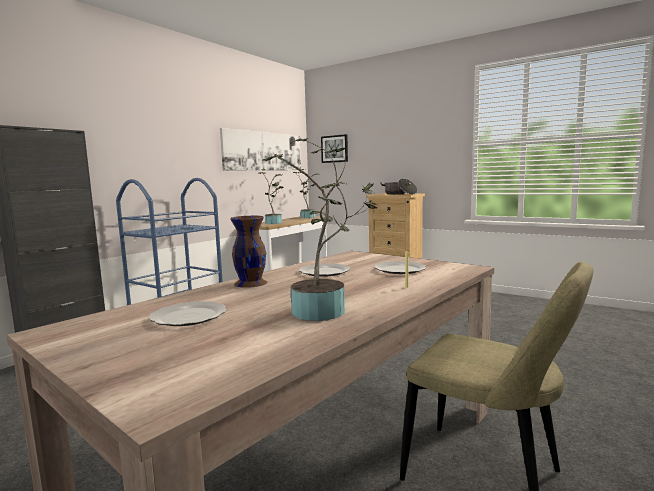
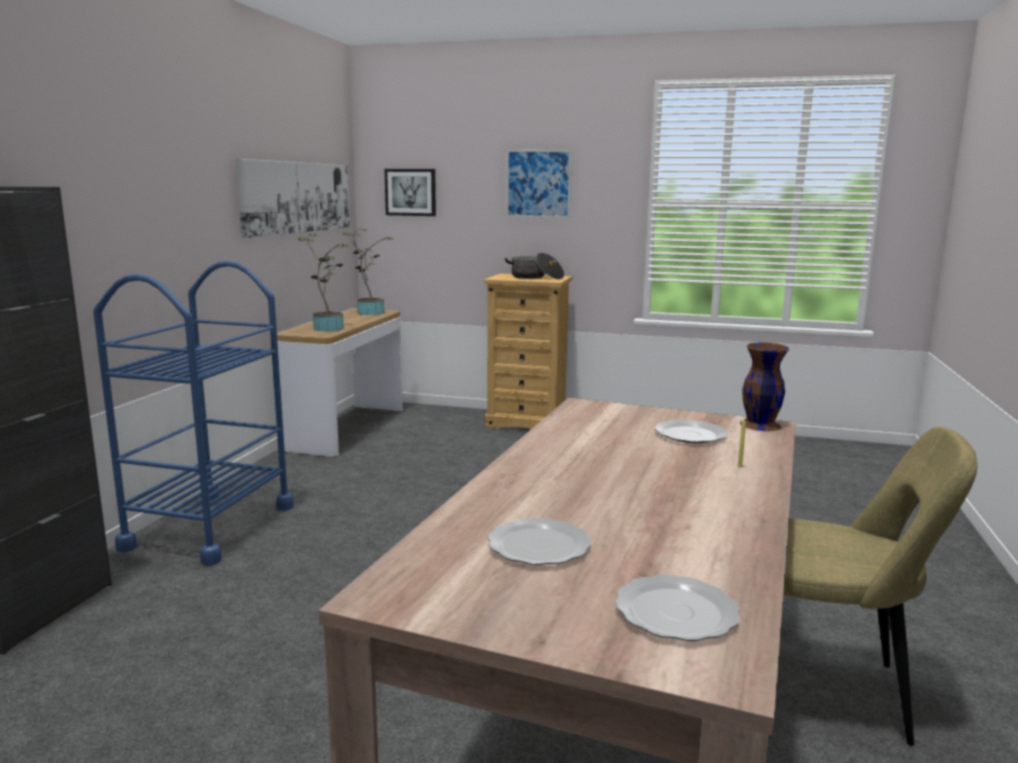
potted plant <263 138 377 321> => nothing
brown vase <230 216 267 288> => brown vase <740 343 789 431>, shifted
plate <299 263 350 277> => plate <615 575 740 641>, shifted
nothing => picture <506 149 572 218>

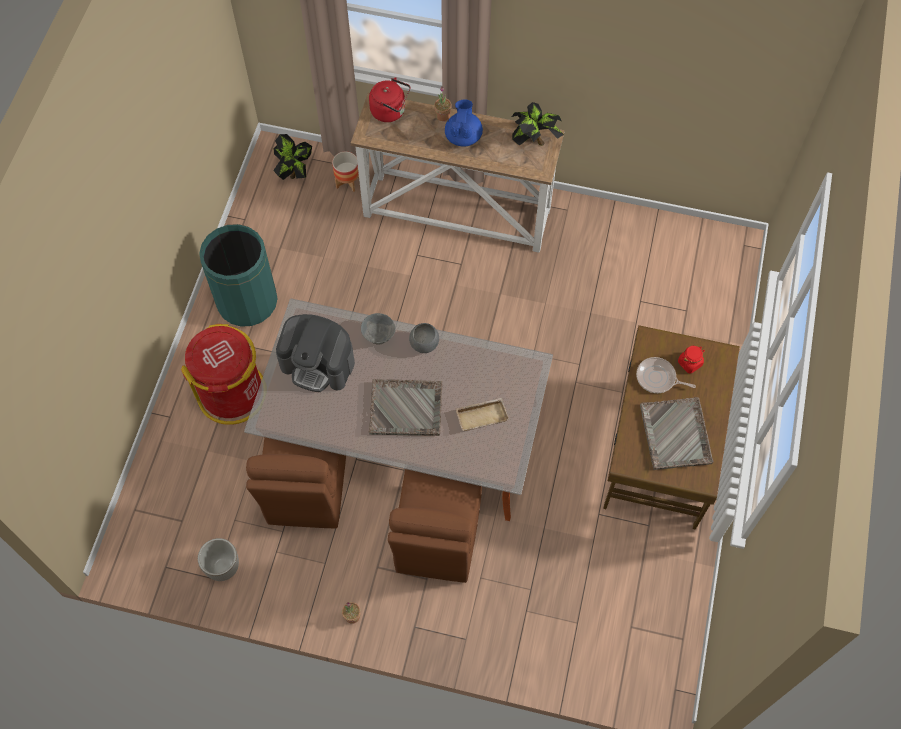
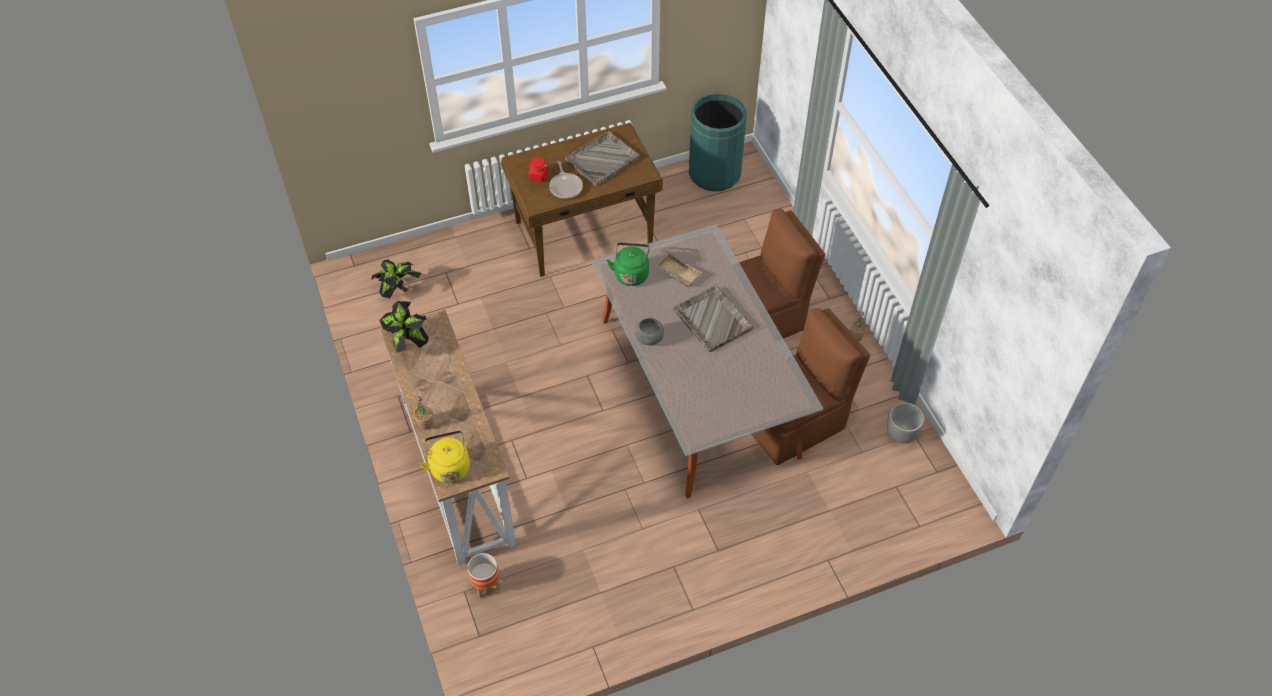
red kettle <369 77 411 122> => yellow kettle <419 431 470 483>
blue teapot <445 99 483 147> => nothing
potted plant <273 134 312 180> => potted plant <372 260 421 298>, shifted
green trash can <199 224 278 327> => green trash can <689 94 747 191>, shifted
grey bowl <361 313 396 345> => nothing
coffee machine <276 314 355 392> => nothing
red trash can <181 324 263 425> => nothing
nothing => green kettle <607 243 650 286>

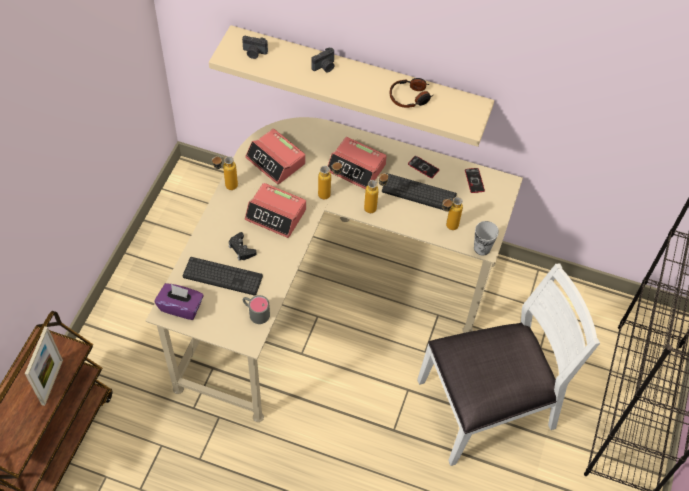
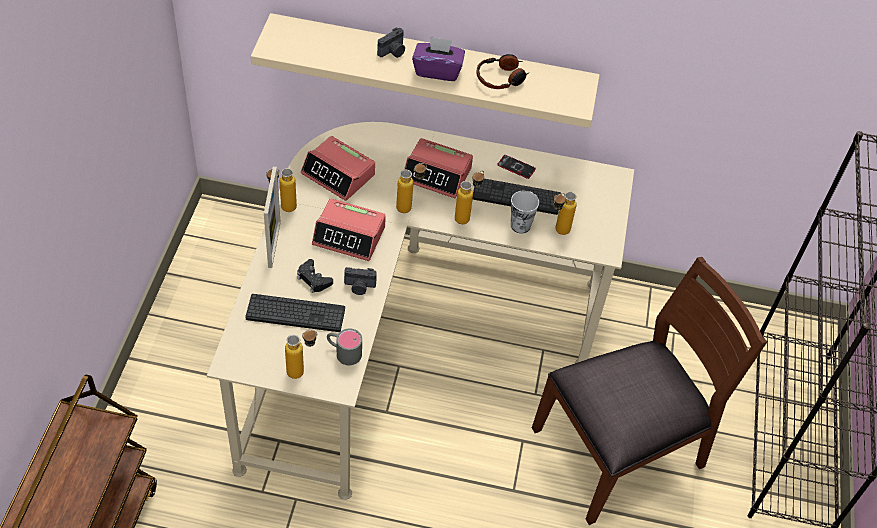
photo camera <242 36 268 59> => photo camera <344 267 377 295>, shifted
phone <465 168 485 193> => nothing
cup <474 221 499 255> => cup <511 191 539 234>, shifted
white chair <417 263 600 466> => brown chair <532 257 767 525>
purple tissue box <155 283 204 320> => purple tissue box <412 36 465 81>, shifted
picture frame <25 326 63 406> => picture frame <264 167 281 268>, shifted
nothing => bottle <285 330 317 379>

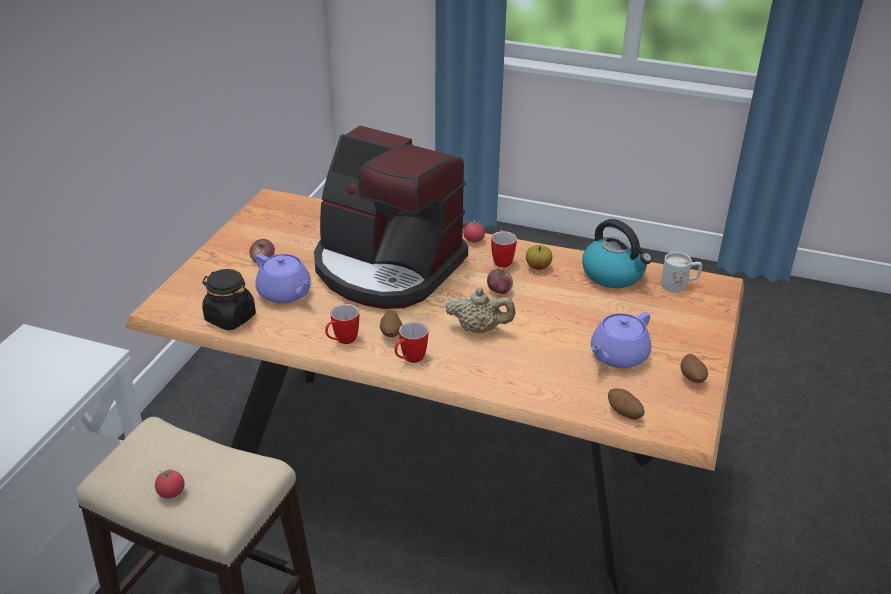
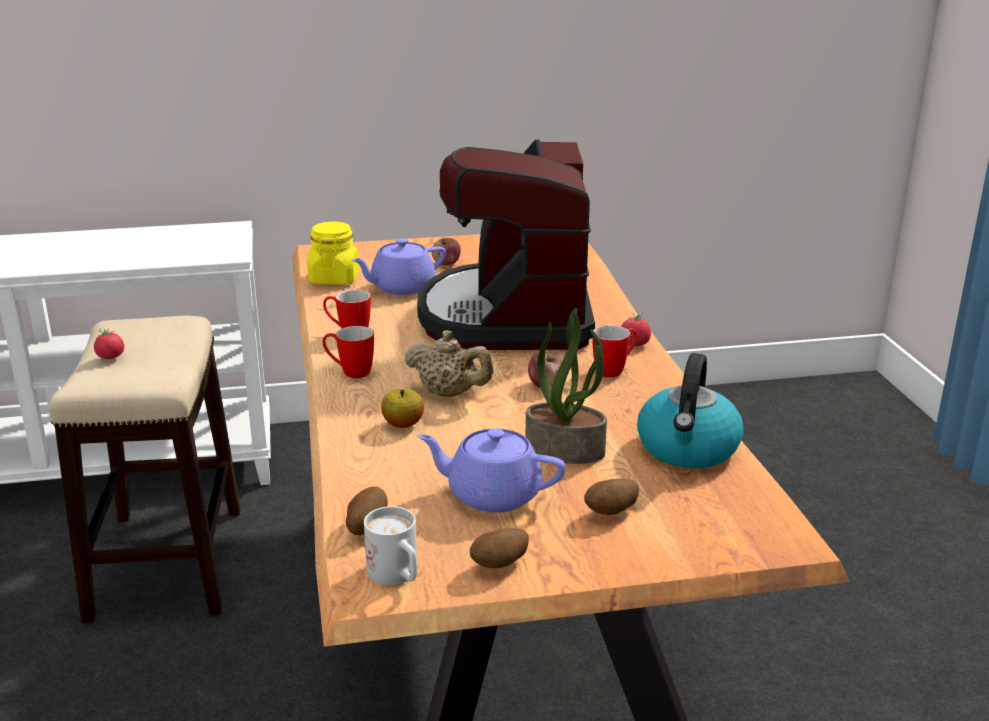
apple <526 245 552 270> => apple <381 389 424 428>, shifted
white mug <661 252 702 292> => white mug <364 506 417 585>, shifted
purple teapot <255 254 313 304> => purple teapot <352 238 446 295>, 45 degrees clockwise
black jar <202 269 256 330> => yellow jar <307 222 359 285>
beige teapot <445 288 516 333> => beige teapot <404 330 493 397>, 45 degrees counterclockwise
potato <380 310 402 337> => potato <584 479 639 515>, shifted
nothing => potted plant <525 308 607 464>

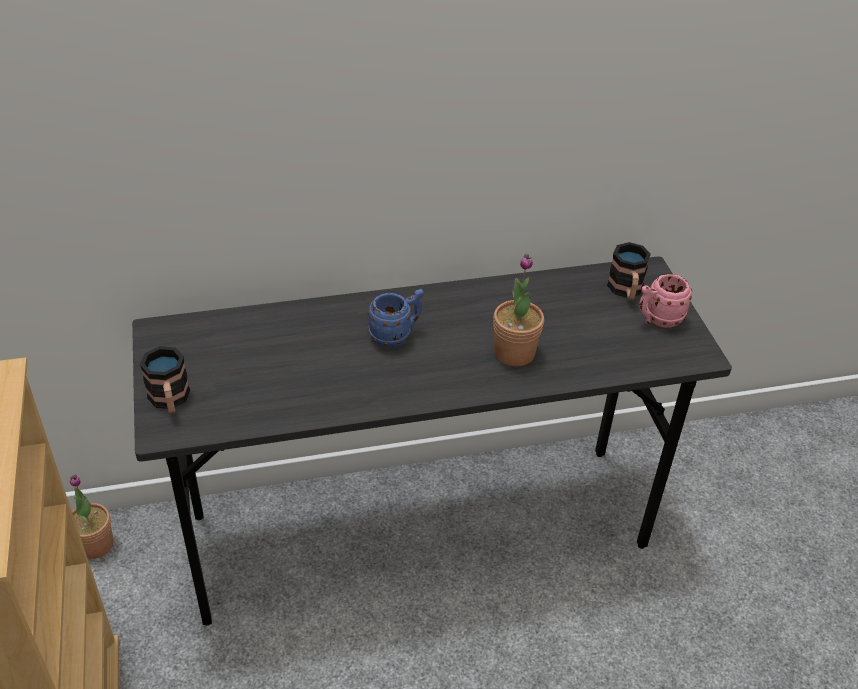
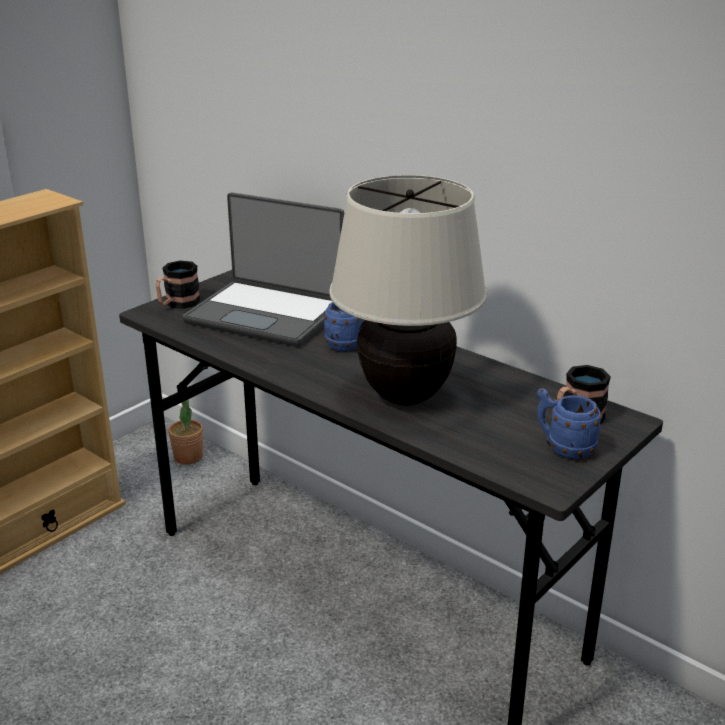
potted plant <493 254 544 367> => beige table lamp <329 175 487 406>
pink mug <639 274 692 328> => blue mug <537 388 603 459>
nothing => laptop <183 192 344 347>

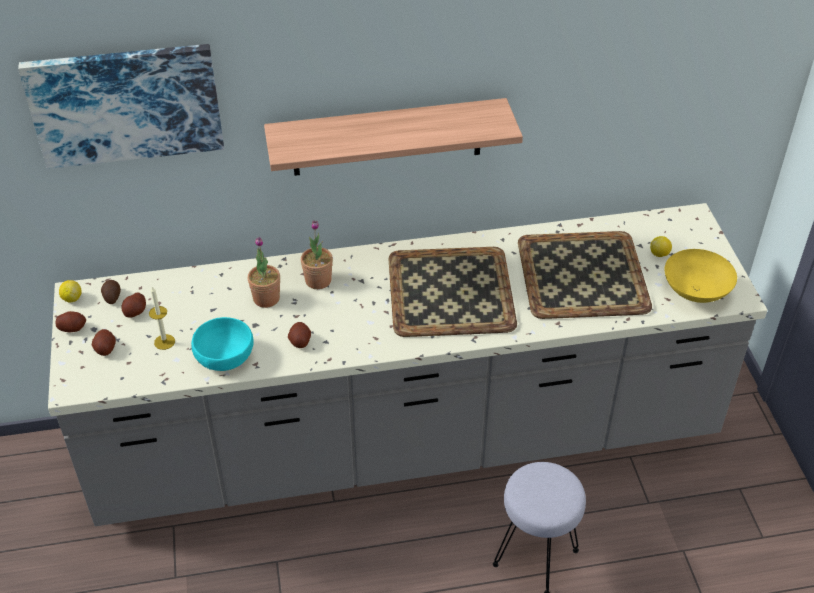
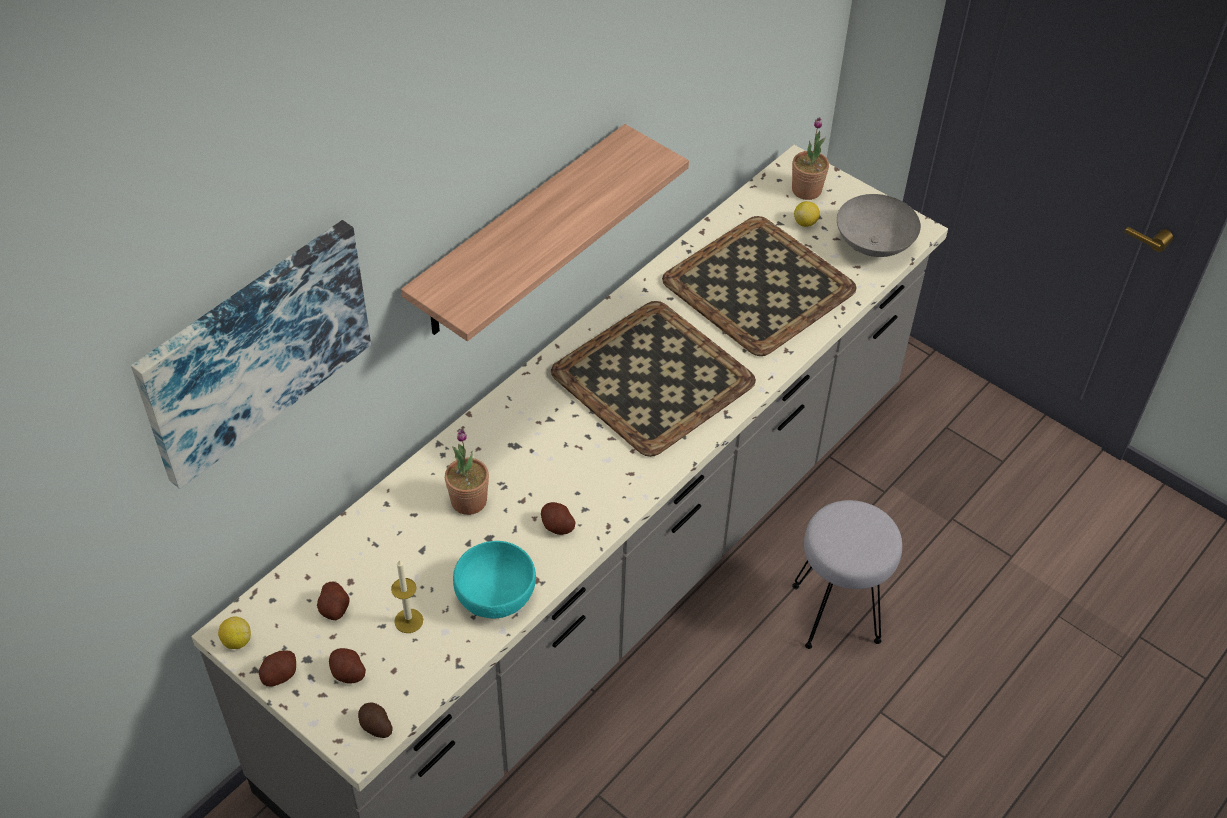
potted plant <301 220 333 289> => potted plant <792 117 829 200>, shifted
yellow bowl <665 249 737 303> => grey bowl <837 194 921 257>
potato <101 280 121 304> => potato <358 703 393 738>, shifted

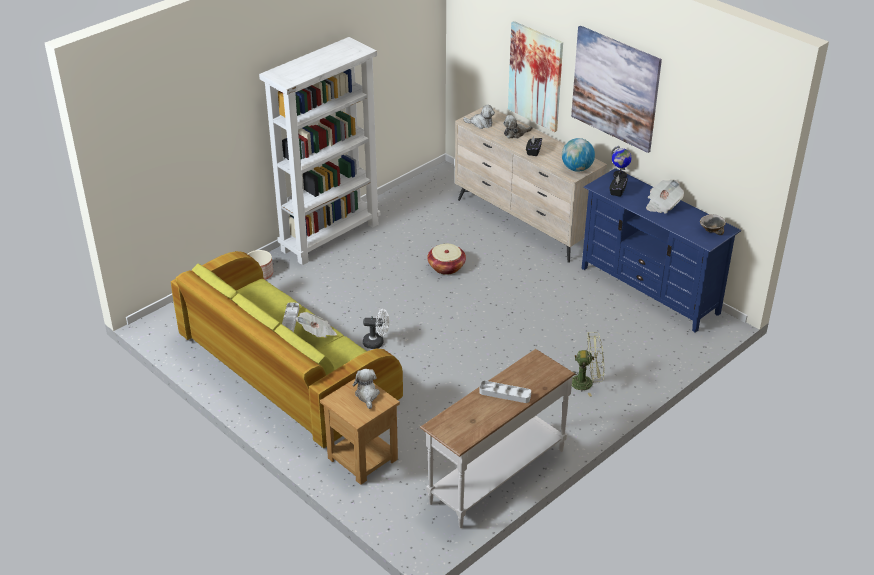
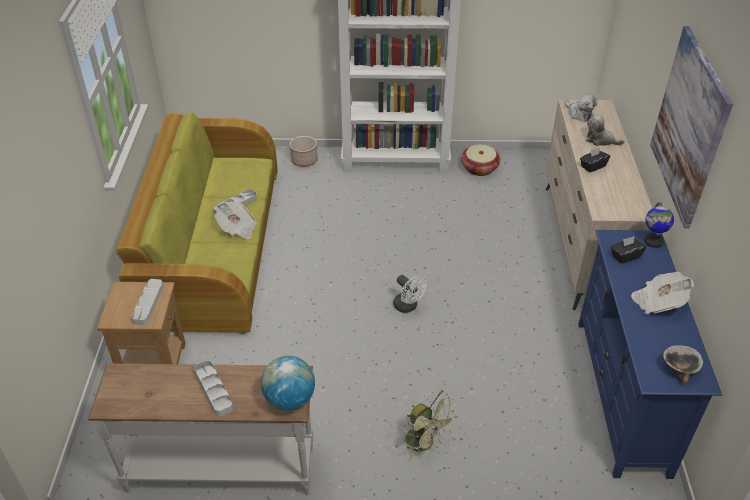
picture <508 21 563 132> => nothing
globe <562 138 595 172> => globe <261 356 315 411>, shifted
basket <427 244 466 275> => basket <461 144 500 176>, shifted
white fan <363 309 389 349> => white fan <393 275 427 313>, shifted
plush toy <353 369 380 409> => grey tray <131 279 164 325>

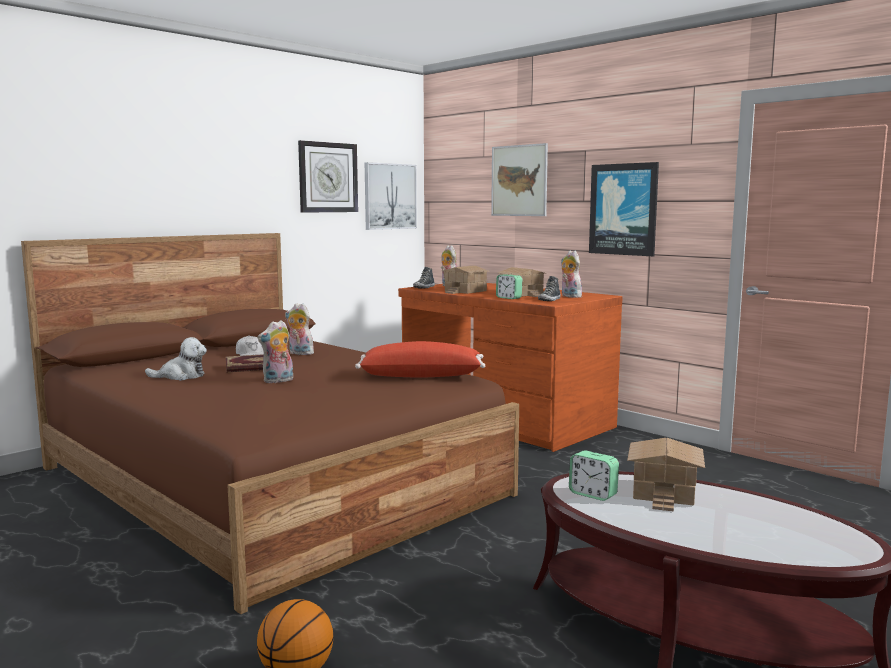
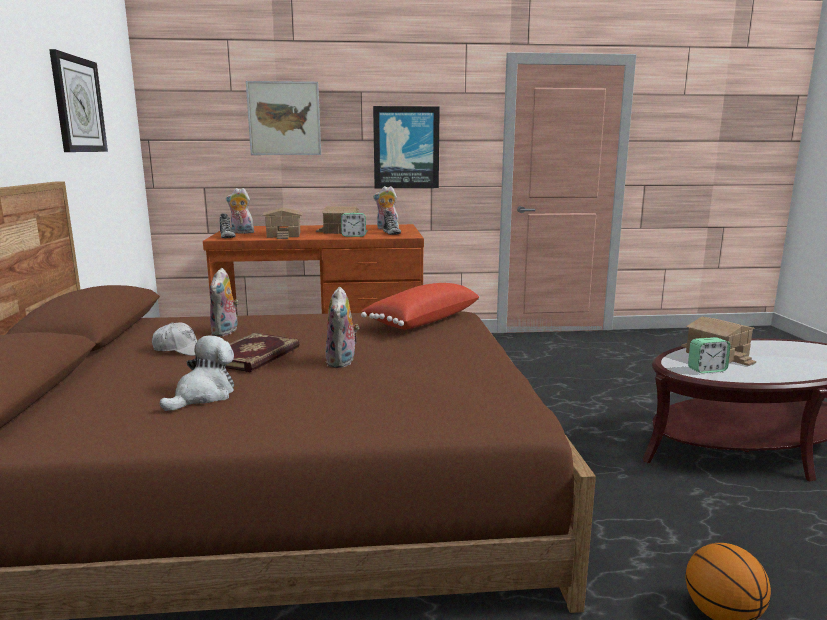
picture <365 162 417 230> => nothing
plush toy <285 303 314 355> => plush toy <210 268 239 336>, 60 degrees counterclockwise

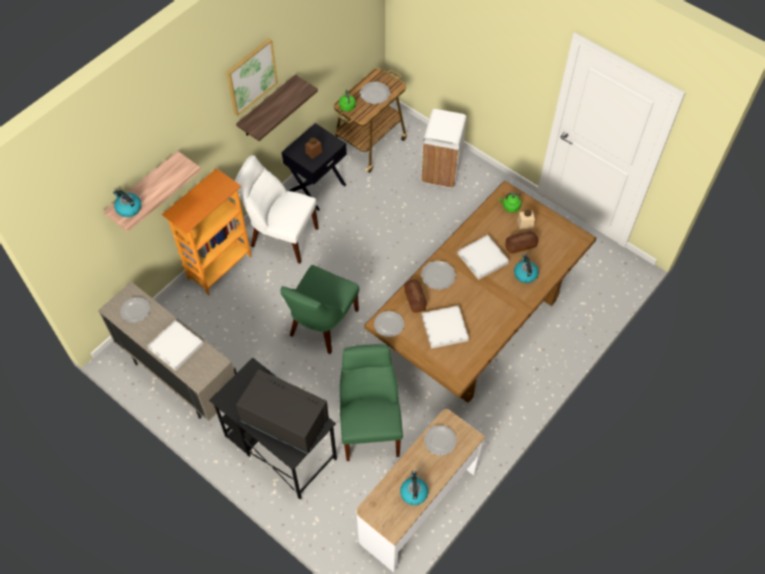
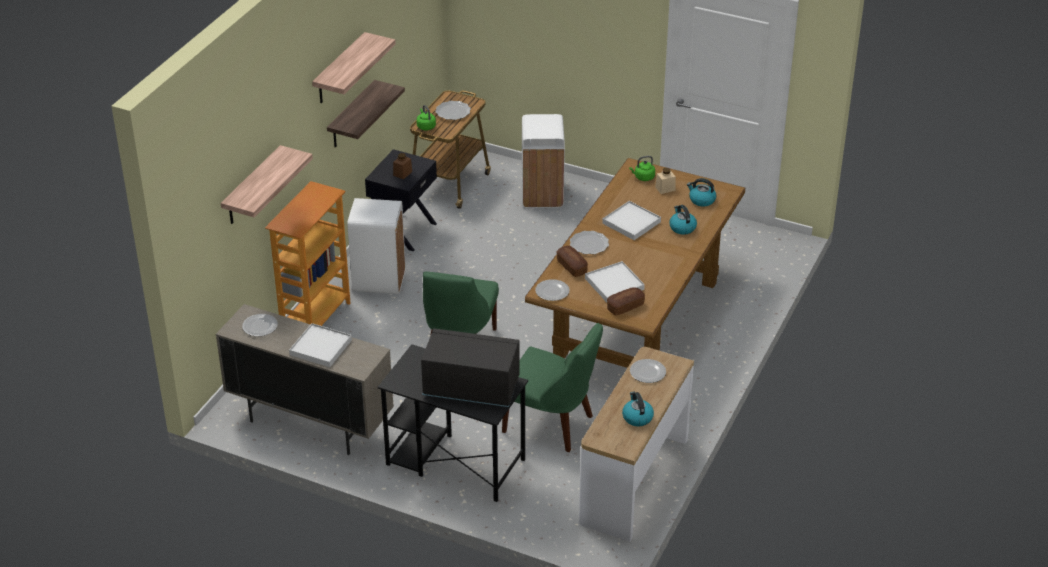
picture <226 38 278 116> => shelf <312 32 396 103>
white chair <235 155 319 264> => white trash can <347 198 406 294>
kettle <113 190 141 217> => kettle <687 178 716 207>, shifted
bread <505 231 538 254> => bread <607 287 645 316>, shifted
green chair <340 344 403 461> => green chair <502 323 603 452>, 135 degrees clockwise

